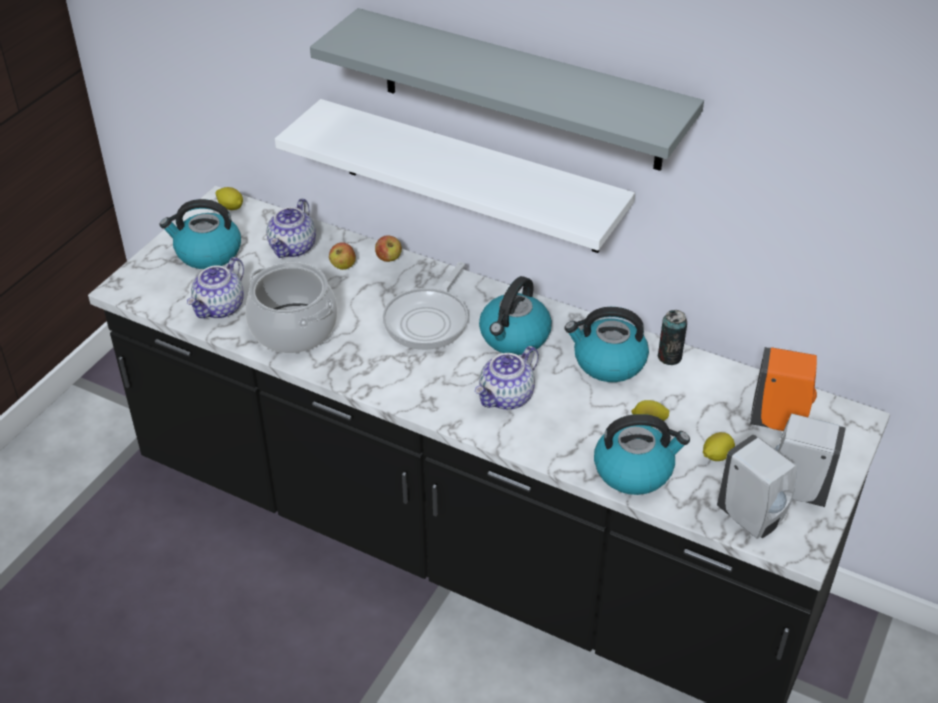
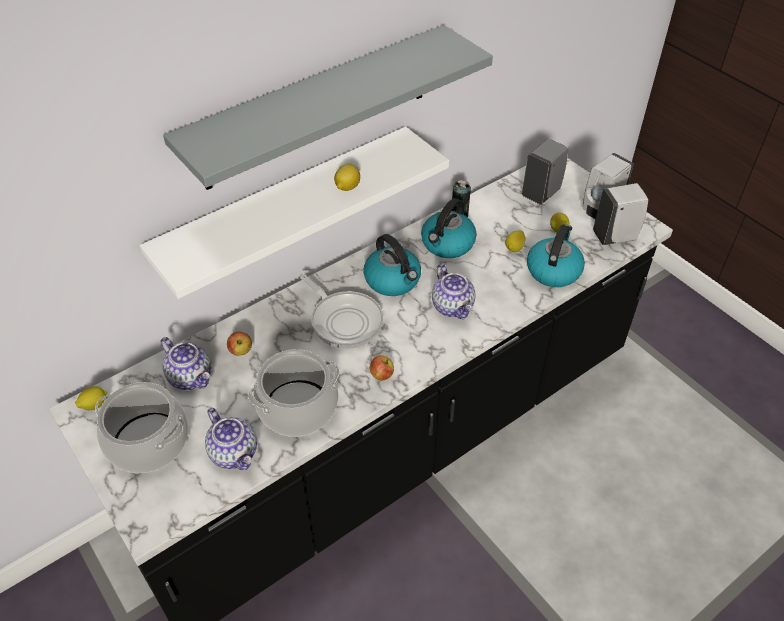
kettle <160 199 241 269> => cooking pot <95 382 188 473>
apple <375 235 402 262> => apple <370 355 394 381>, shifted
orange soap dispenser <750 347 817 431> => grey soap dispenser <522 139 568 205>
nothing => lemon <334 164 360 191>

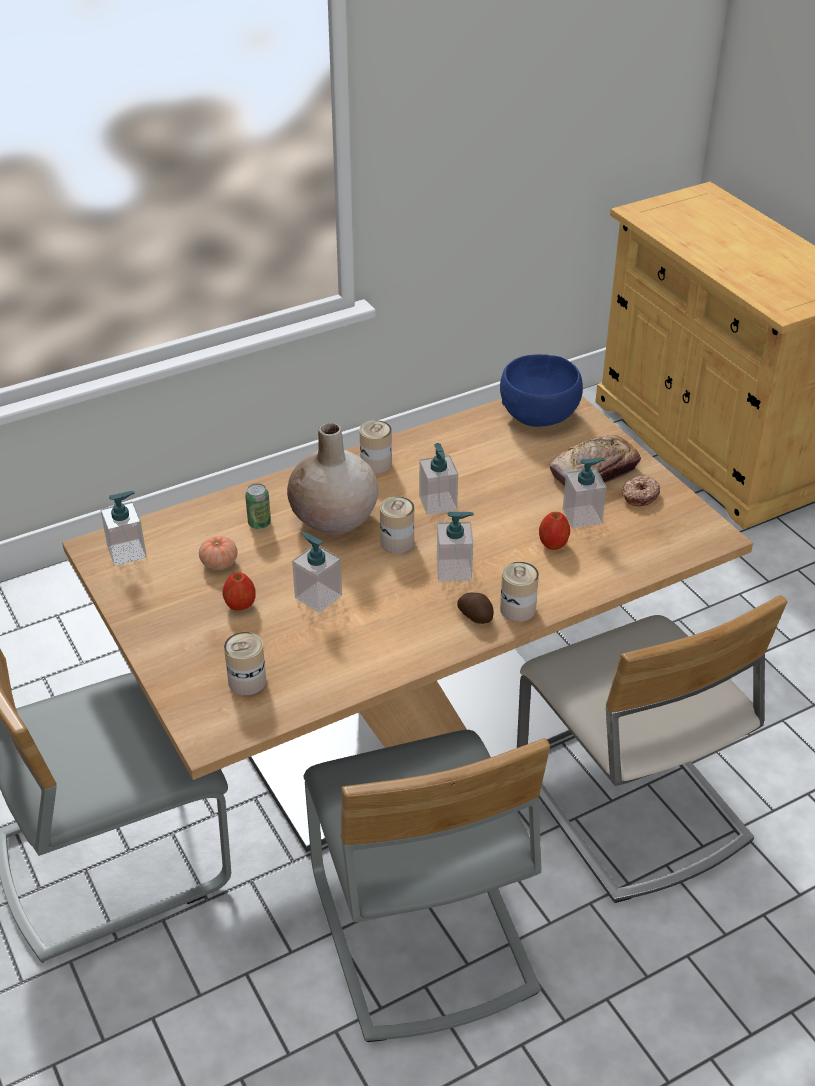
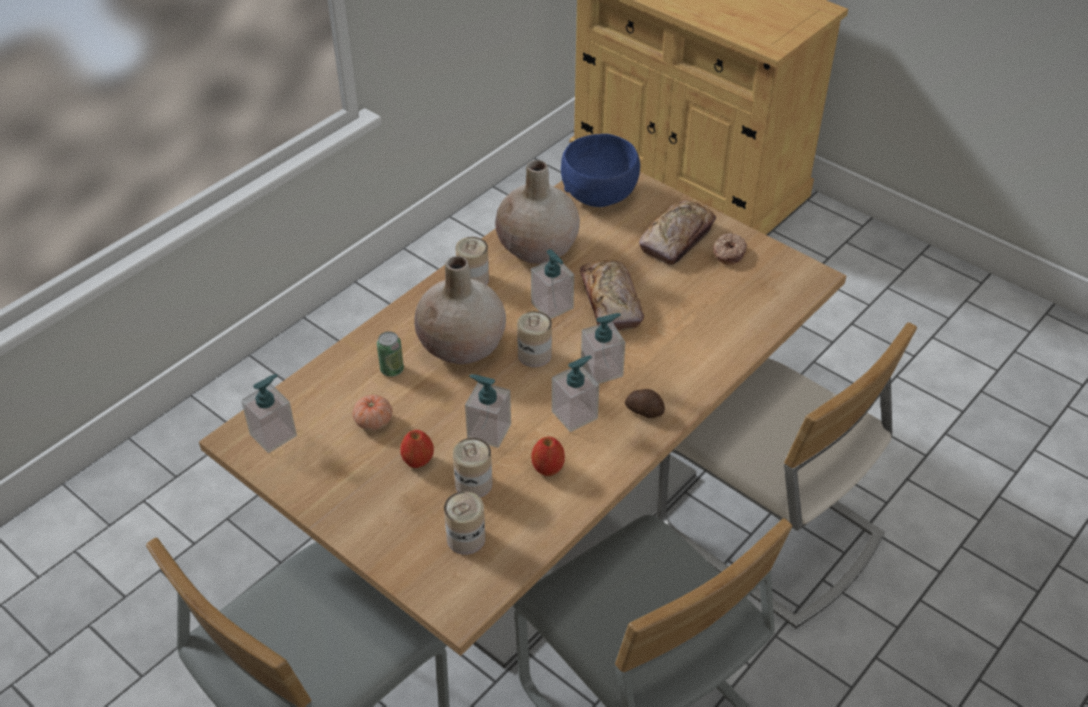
soap dispenser <563 458 607 528> => soap dispenser <552 356 599 432>, shifted
apple <539 512 570 550> => apple <531 437 565 476>, shifted
can <500 562 539 622> => can <453 438 492 498>, shifted
nothing => beige vase <495 160 580 264>
nothing => bread <580 260 644 330>

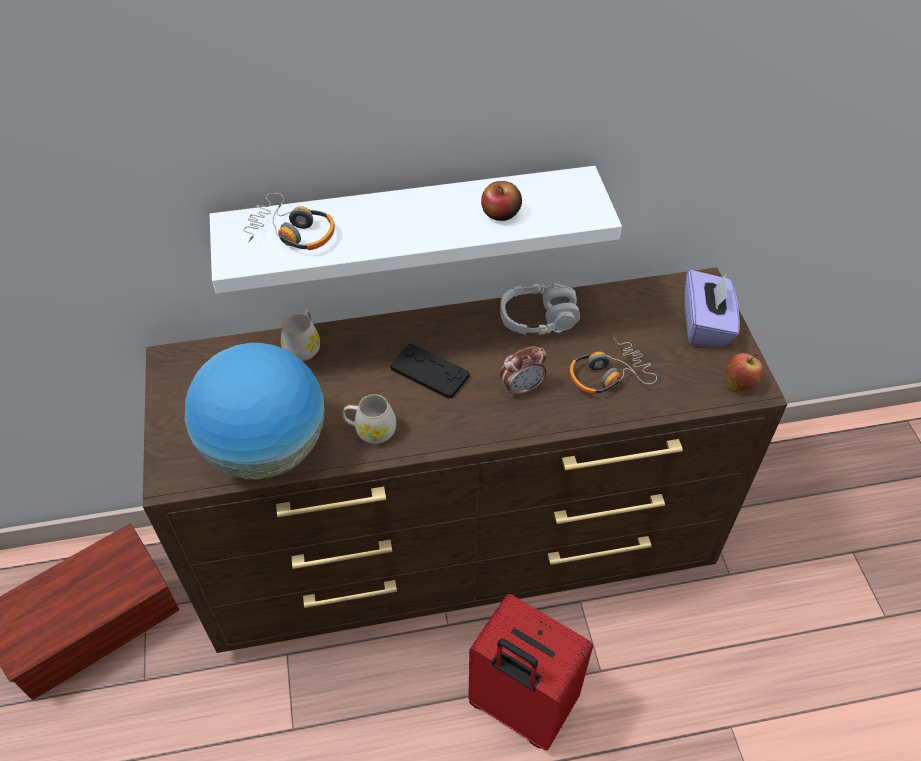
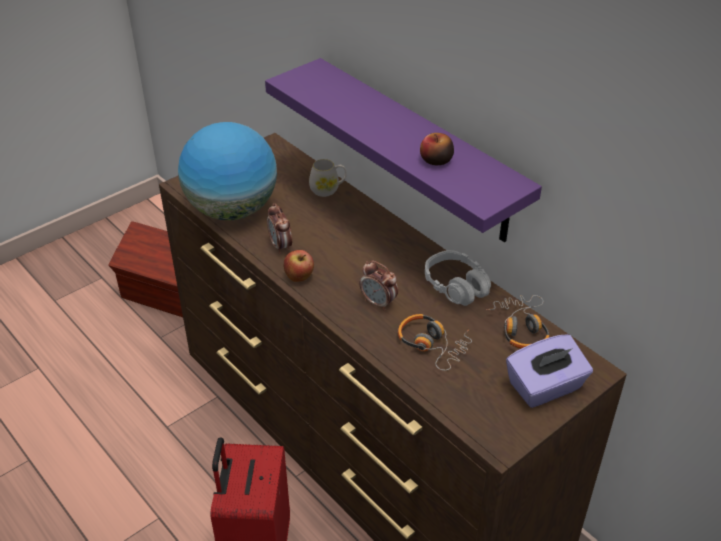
white shelf <210 166 622 293> => purple shelf <265 58 542 242>
headphones <244 193 335 250> => headphones <487 295 549 349>, shifted
black game controller <390 343 469 399> => nothing
apple <725 353 763 392> => apple <284 250 314 282>, shifted
white mug <342 394 396 444> => alarm clock <267 203 292 254>

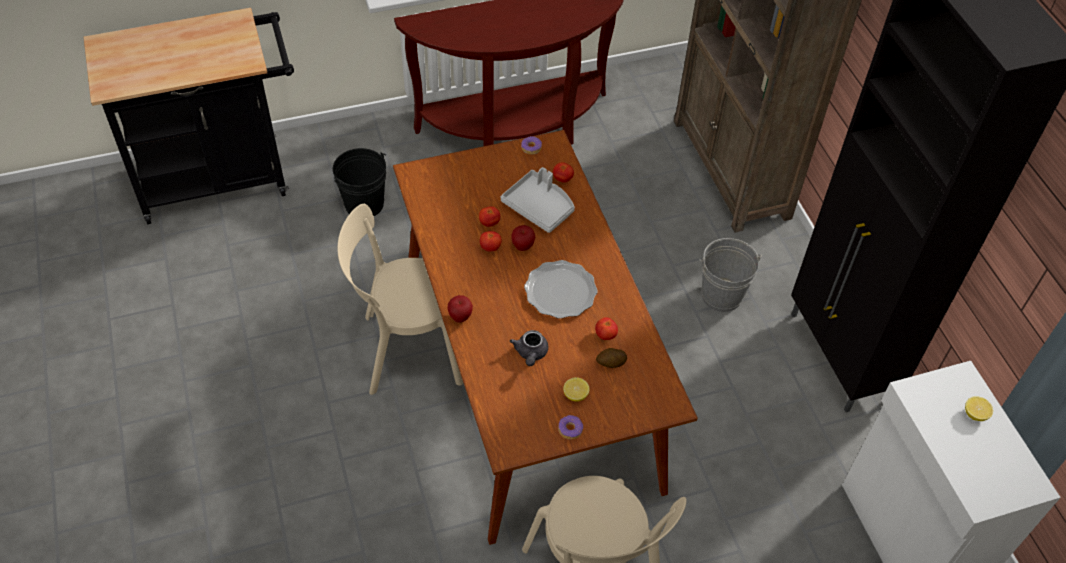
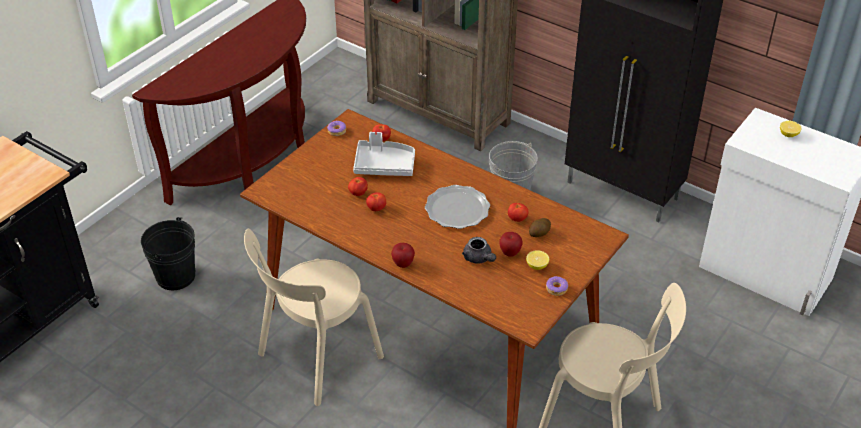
apple <511 225 535 251> => apple <499 232 523 257>, shifted

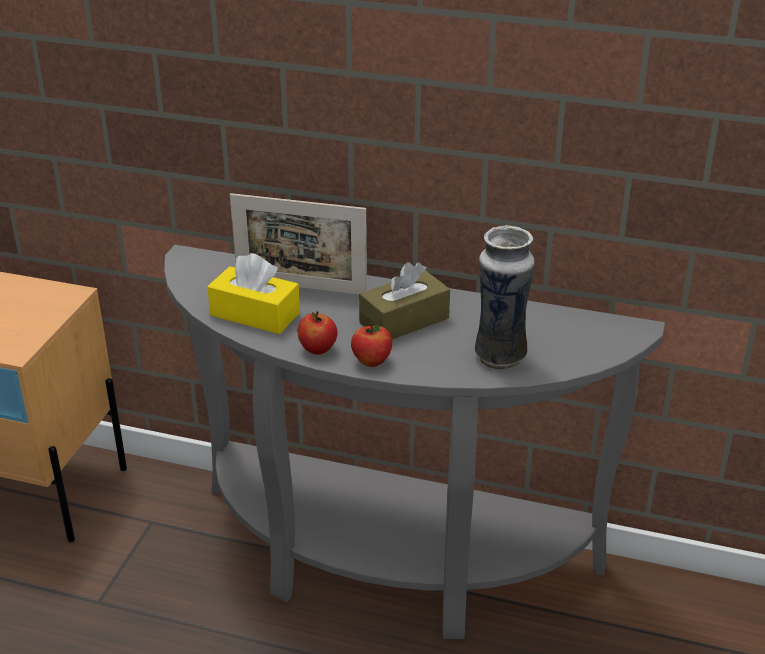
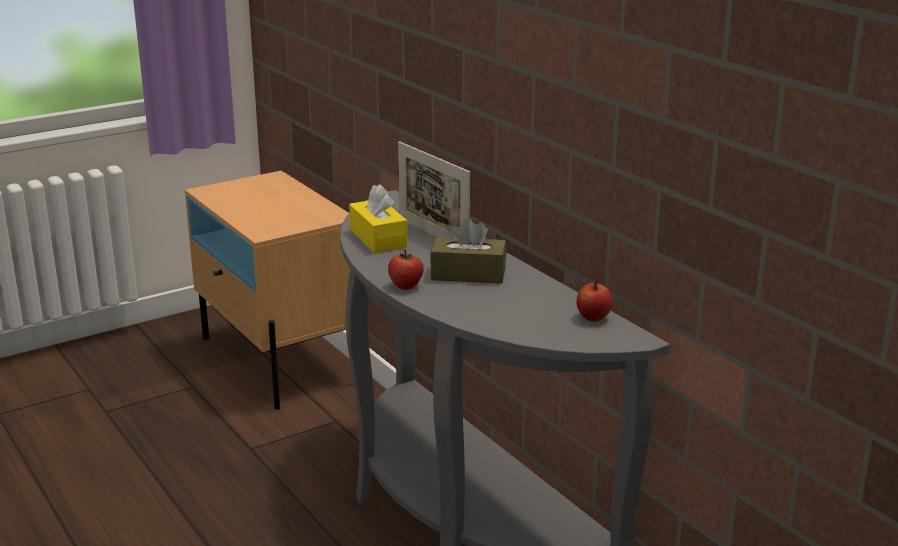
vase <475 225 535 370> => nothing
apple <297 311 337 355> => apple <576 280 613 321>, shifted

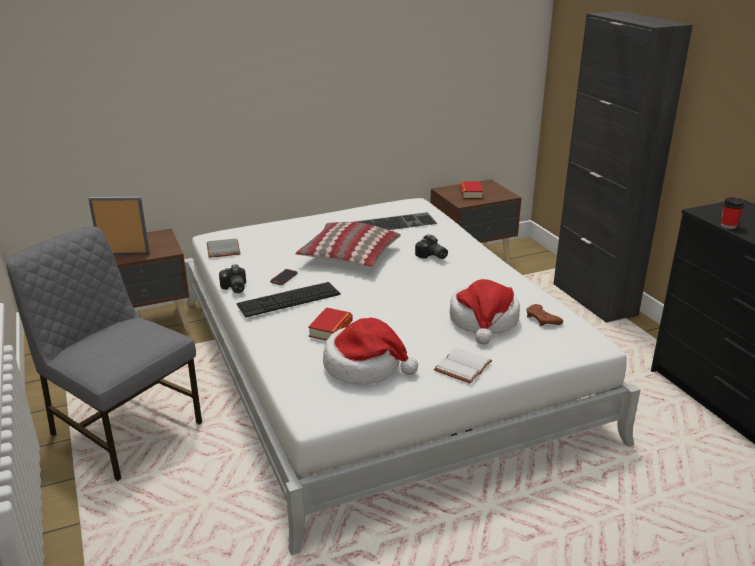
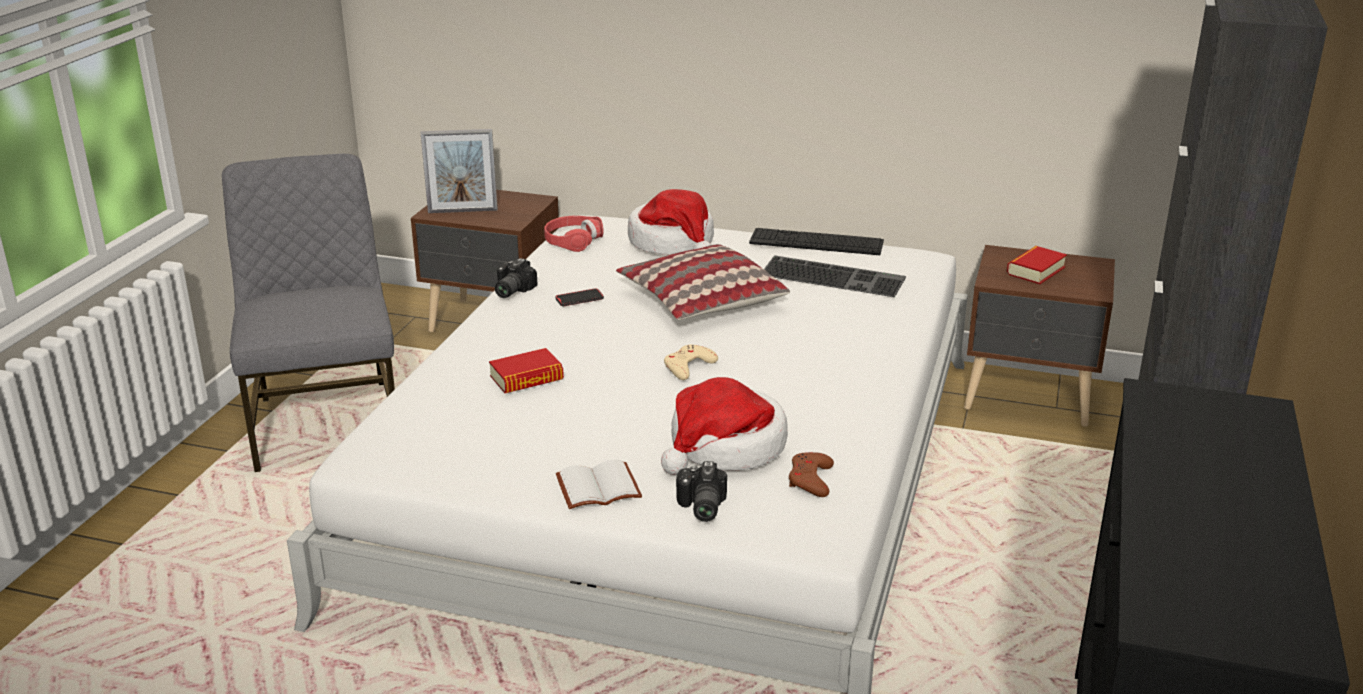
picture frame <88 197 150 255> => picture frame <421 129 498 213>, 135 degrees clockwise
cup <721 197 745 229> => nothing
photo camera <415 234 448 259> => photo camera <676 461 727 522>, shifted
grey book <207 238 240 258> => red headphones <544 216 604 252>
keyboard <236 282 340 317> => keyboard <749 228 884 255>, shifted
hat <323 317 418 385> => hat <628 189 714 255>, shifted
nothing => beige game controller <664 345 718 380>

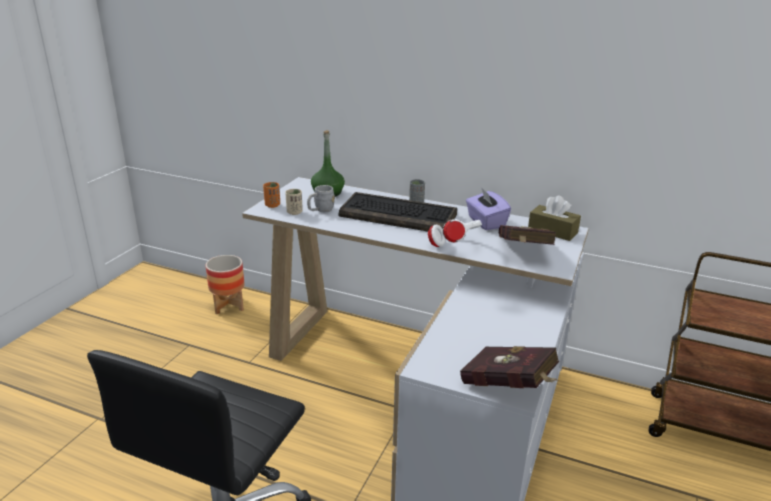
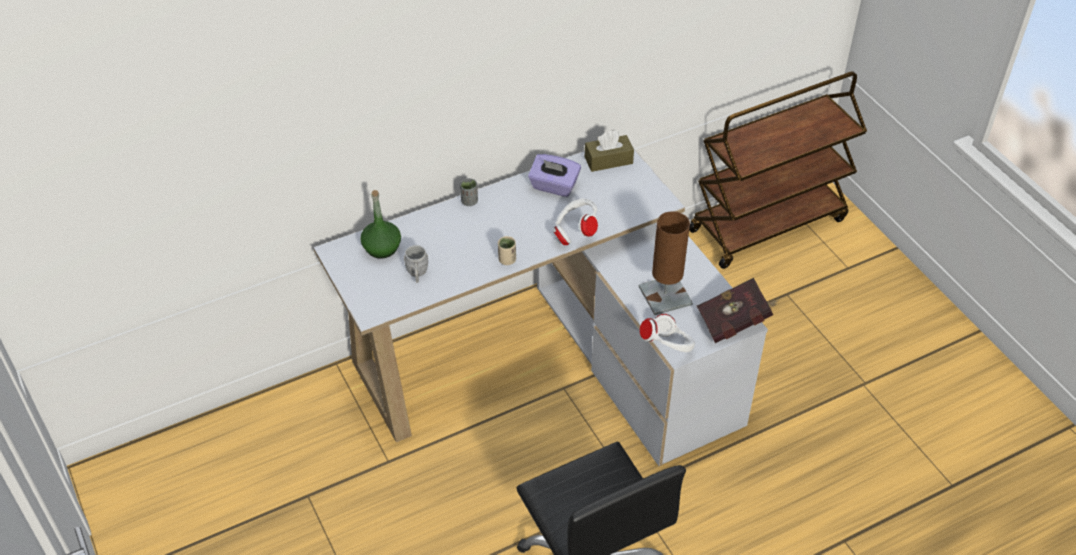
orange cup <263 182 280 208> => nothing
beige cup <285 189 303 215> => beige cup <498 236 516 265>, shifted
keyboard <339 192 457 231> => nothing
red book <499 225 556 245> => nothing
planter <206 255 245 315> => nothing
nothing => brown table lamp <639 211 693 315>
nothing => white headphones <640 314 695 352>

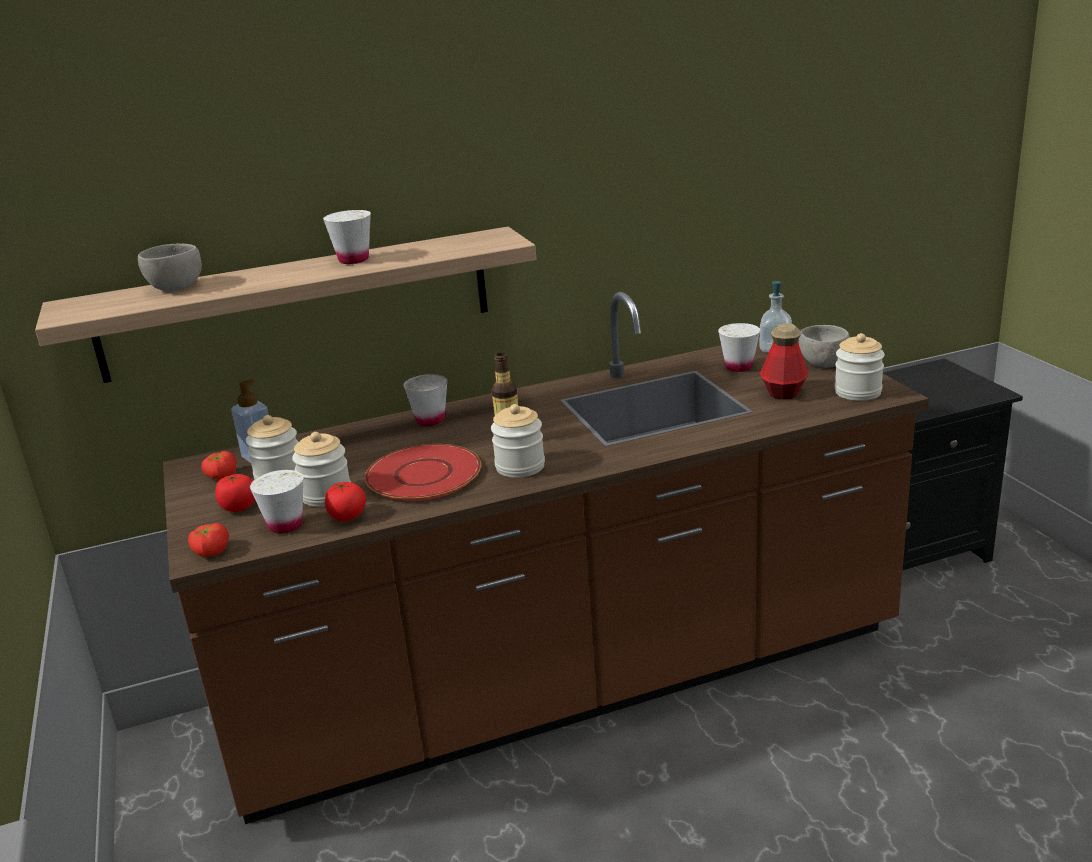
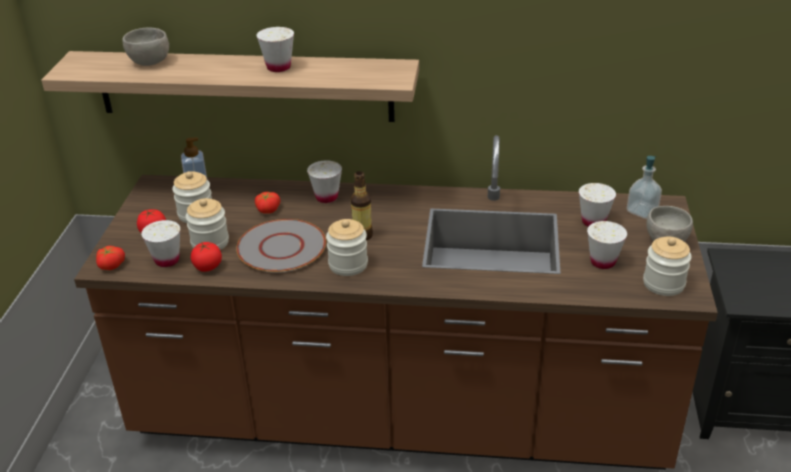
bottle <760 323 808 400> => white cup <587 221 627 269>
red plate <365 444 481 501> => grey plate <236 219 326 273>
tomato <201 451 236 480> => tomato <255 192 280 214>, shifted

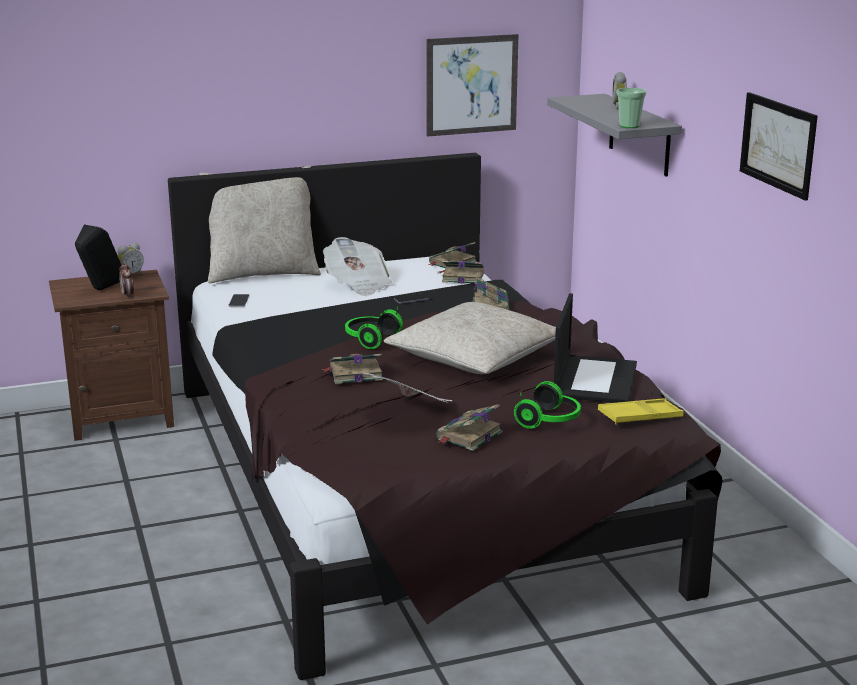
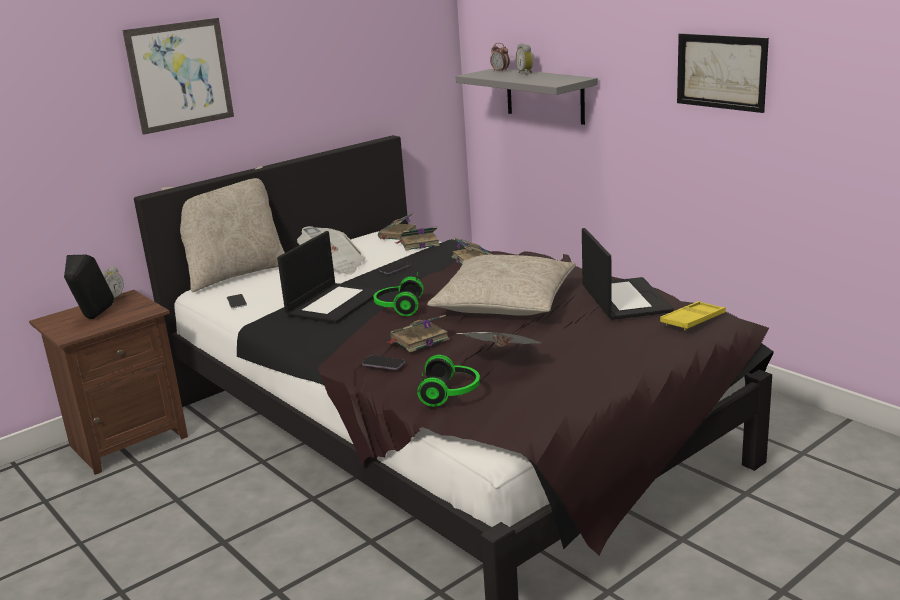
picture <426 34 518 137> => picture <122 18 234 135>, shifted
cup <617 88 646 128> => nothing
alarm clock <119 262 134 298> => alarm clock <490 43 510 72>, shifted
headphones <514 381 581 429> => headphones <417 355 480 407>, shifted
book <436 404 502 451> => nothing
nothing => laptop <277 231 382 324>
nothing => phone <362 355 405 370>

